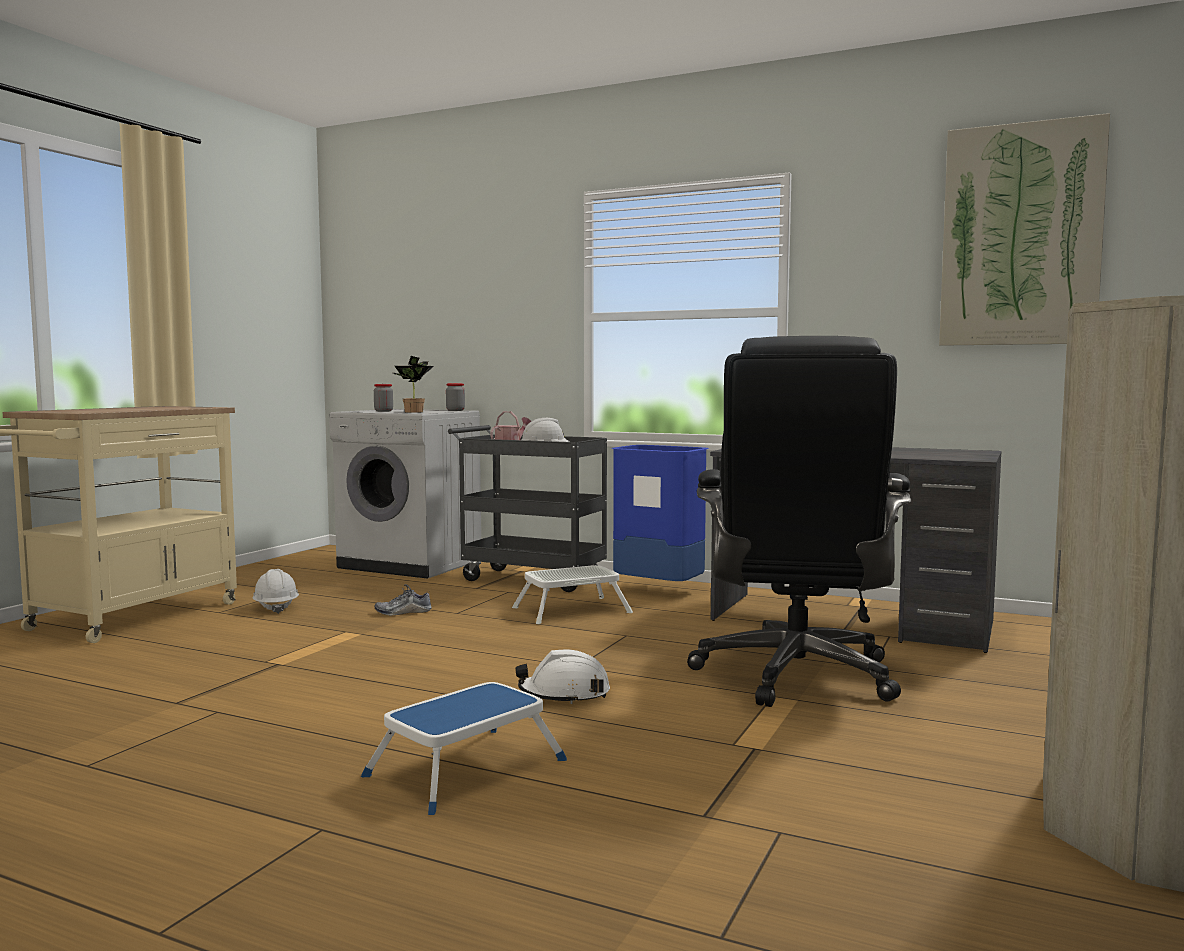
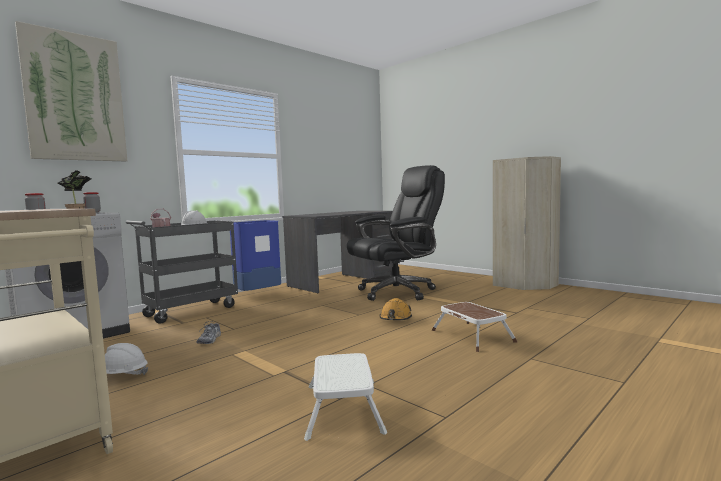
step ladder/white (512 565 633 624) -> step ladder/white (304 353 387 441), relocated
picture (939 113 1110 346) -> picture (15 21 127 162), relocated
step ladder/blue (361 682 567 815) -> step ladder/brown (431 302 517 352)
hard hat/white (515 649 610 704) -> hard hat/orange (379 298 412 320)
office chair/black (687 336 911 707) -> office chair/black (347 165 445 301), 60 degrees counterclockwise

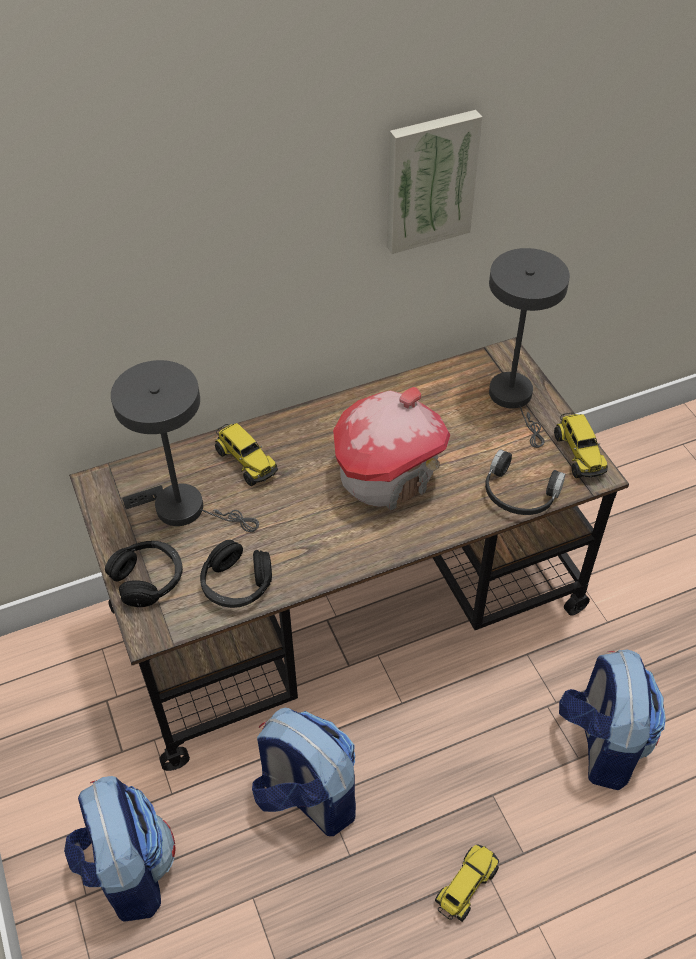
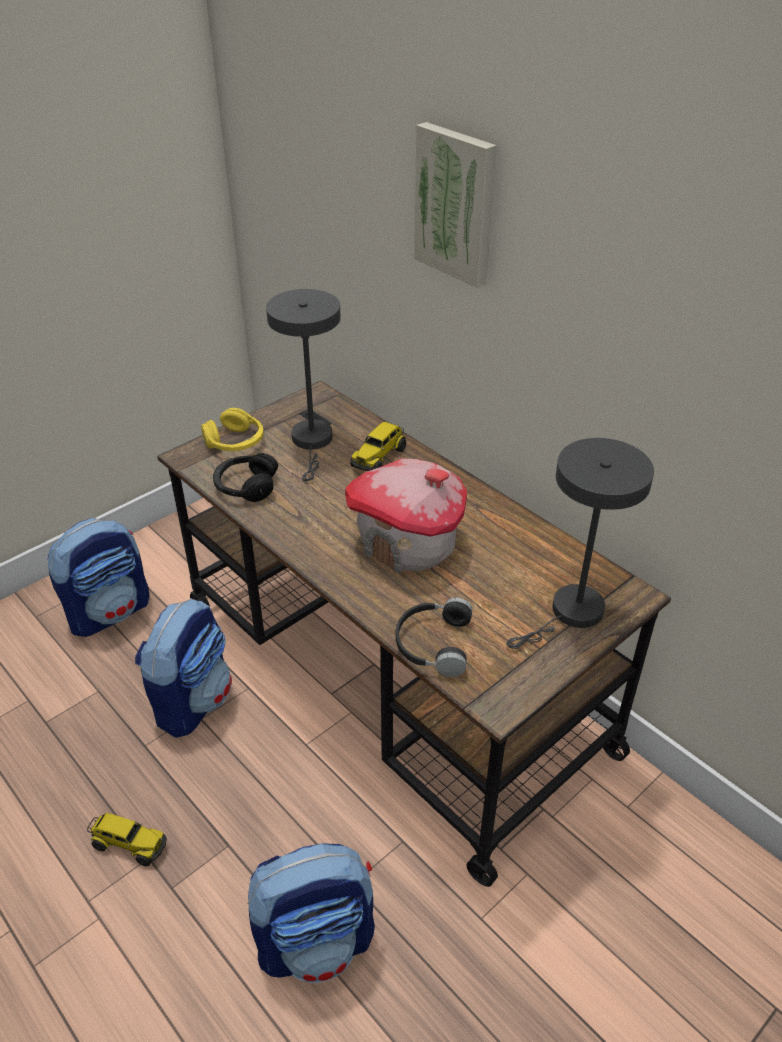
toy truck (554 412 608 478) -> none
picture (387 110 482 254) -> picture (414 122 496 288), relocated
headphones/black (105 541 183 607) -> headphones/yellow (201 408 264 451)

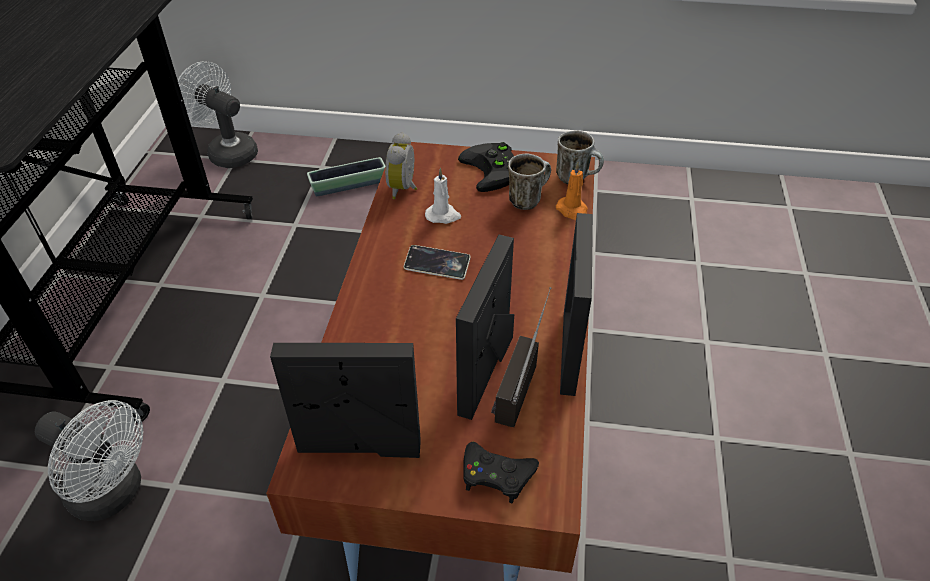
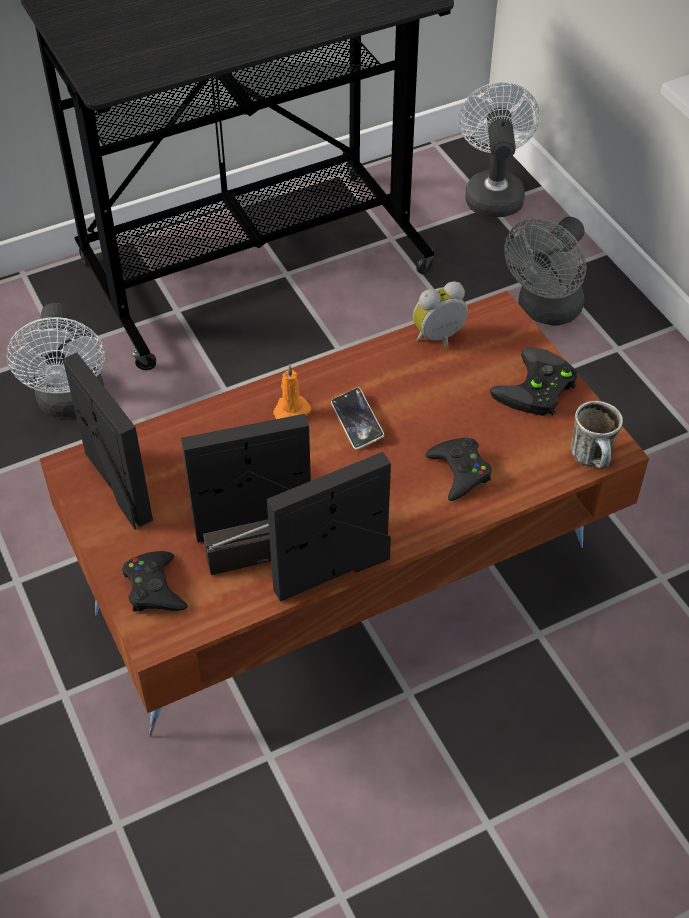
candle/white (425 168 461 224) -> none
mug (508 154 551 210) -> none
none -> game controller/black (426 438 492 501)
candle/orange (556 162 588 220) -> candle/orange (273 364 311 419), relocated
planter (307 157 385 196) -> fan/grey (504 217 586 326)

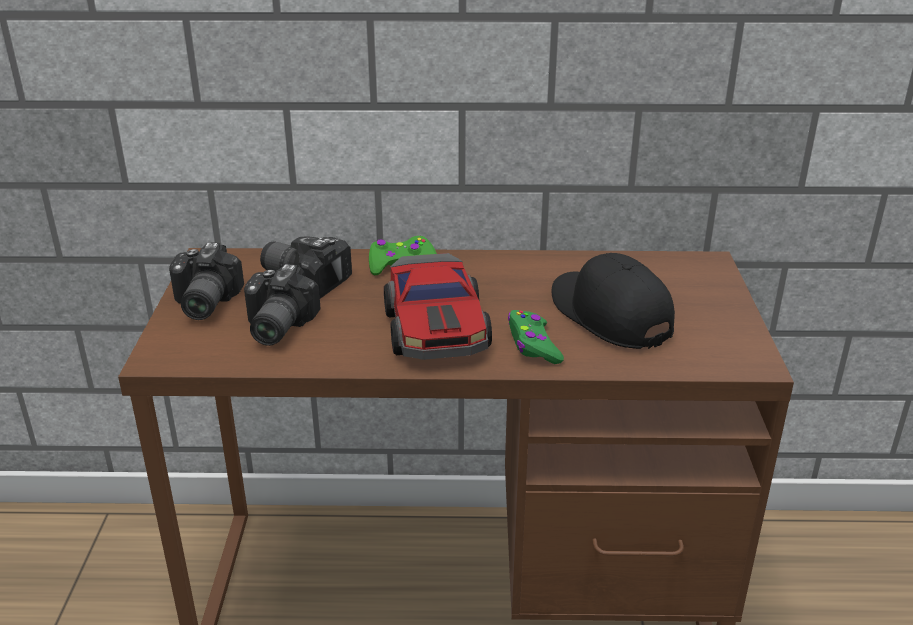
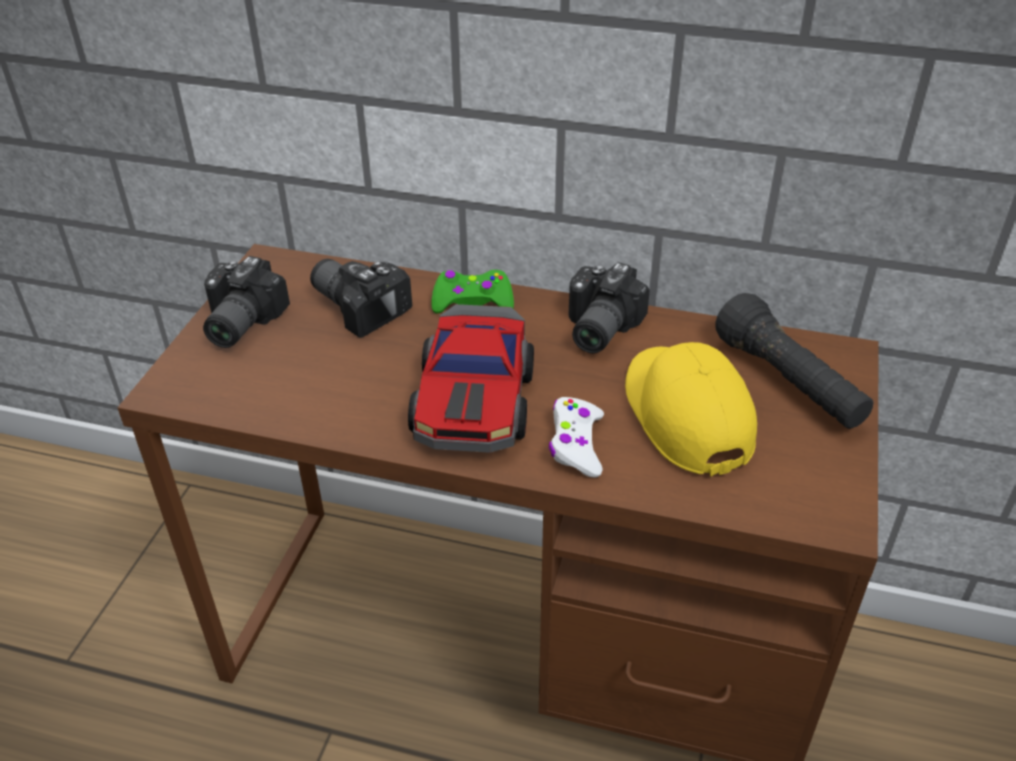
none -> flashlight/black (715 293 873 429)
photo camera (244 264 321 346) -> photo camera (569 262 650 353), relocated
game controller/green (508 310 564 364) -> game controller/white (549 397 604 477)
cap/black (551 253 675 349) -> cap/yellow (625 342 757 477)

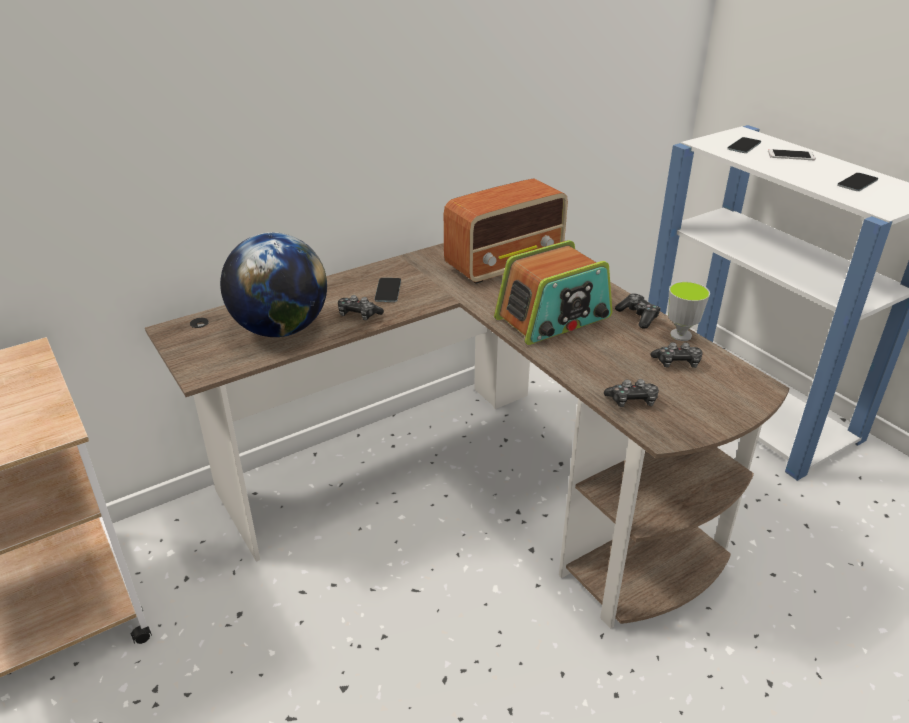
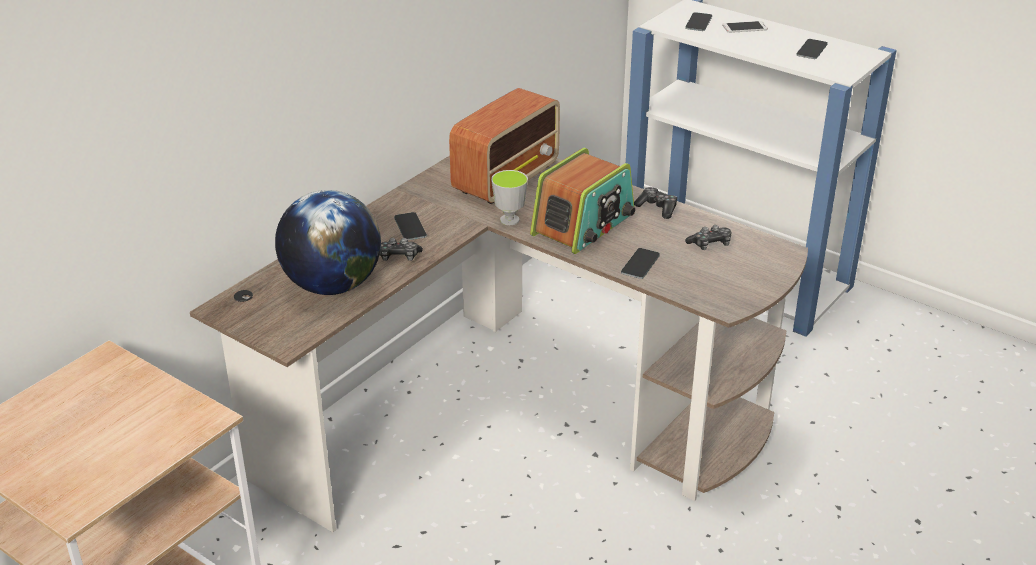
game controller (604 379 659 407) -> none
none -> phone (621 248 660 279)
cup (668 281 710 341) -> cup (491 170 528 225), relocated

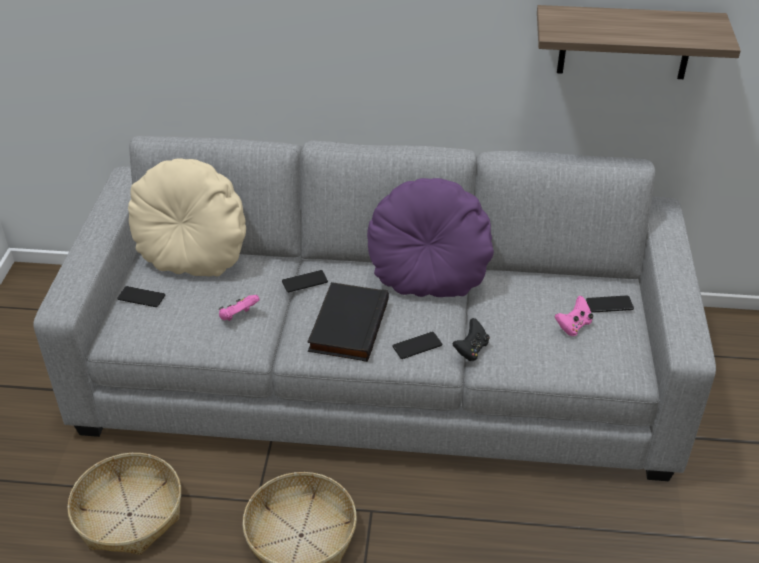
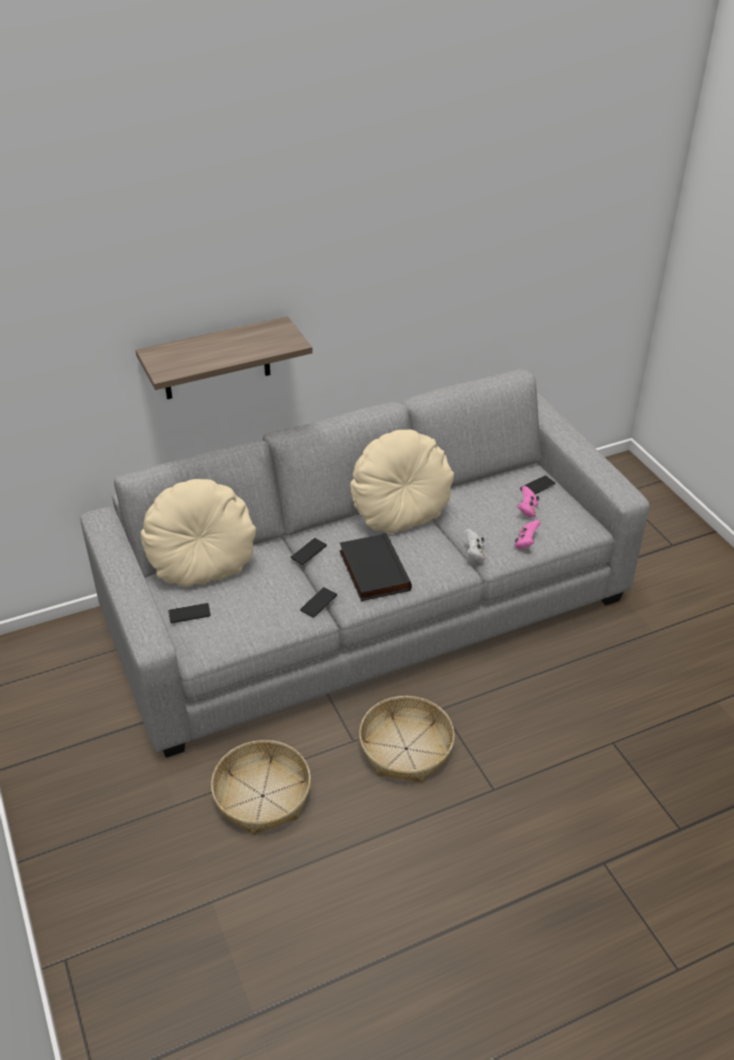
game controller/pink (219 295 260 321) -> game controller/pink (515 520 541 549), relocated
phone (393 332 442 359) -> phone (300 587 337 618), relocated
shelf (537 5 741 79) -> shelf (136 316 313 399), relocated
pillow/purple (367 178 494 297) -> pillow/beige (350 429 454 533)
game controller/black (453 318 490 361) -> game controller/white (464 529 485 561)

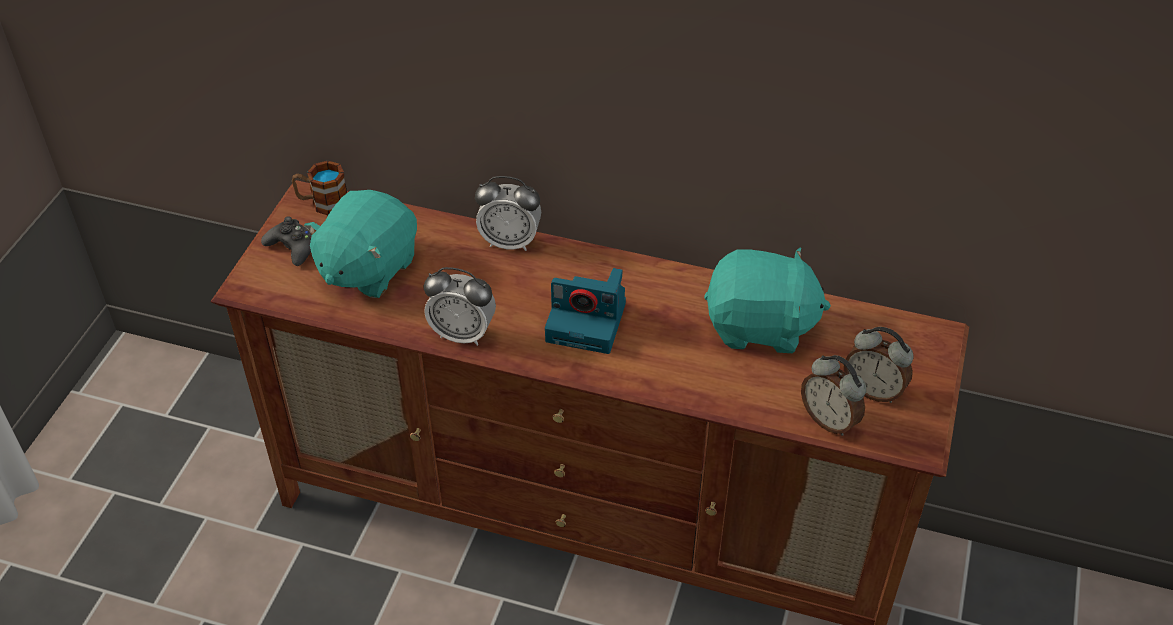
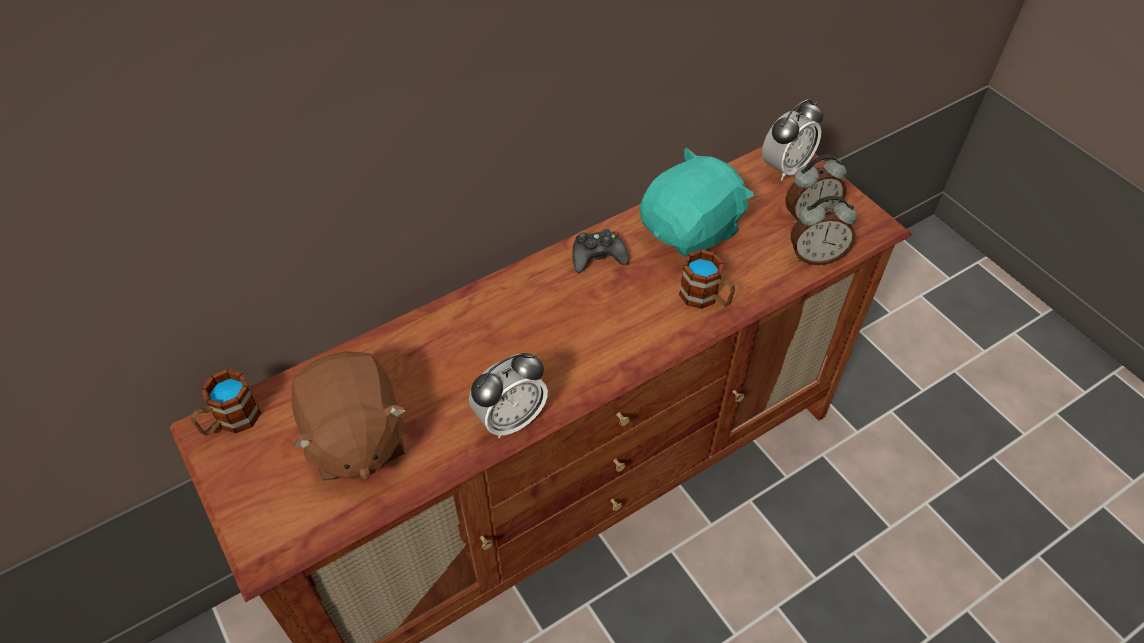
photo camera (545 268 626 354) -> none
none -> mug (679 249 735 309)
game controller/black (261 216 312 266) -> game controller/black (572 229 629 273), relocated
alarm clock (475 176 541 251) -> alarm clock (762 99 823 180), relocated
plush toy/turquoise (304 190 417 298) -> plush toy/brown (292 351 406 481)

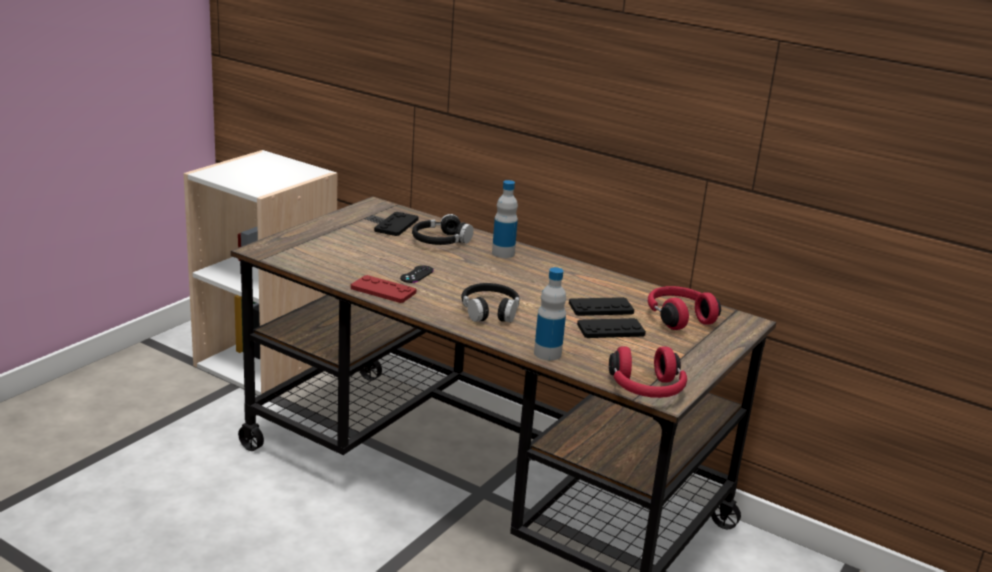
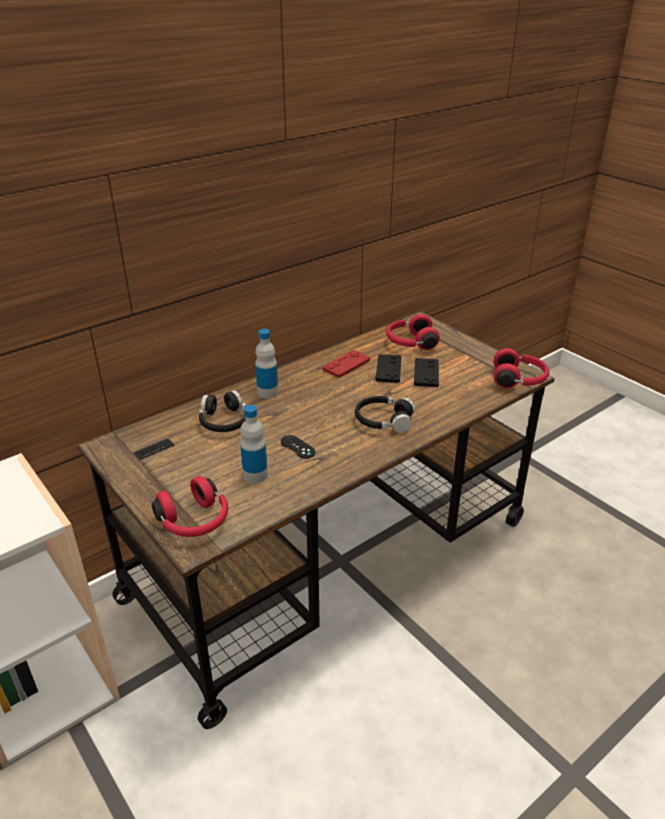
game controller/black (374 212 419 236) -> none
none -> headphones/red (152 476 228 537)
game controller/red (351 275 416 303) -> game controller/red (323 350 370 378), relocated
bottle (534 267 566 361) -> bottle (240 405 268 483), relocated

